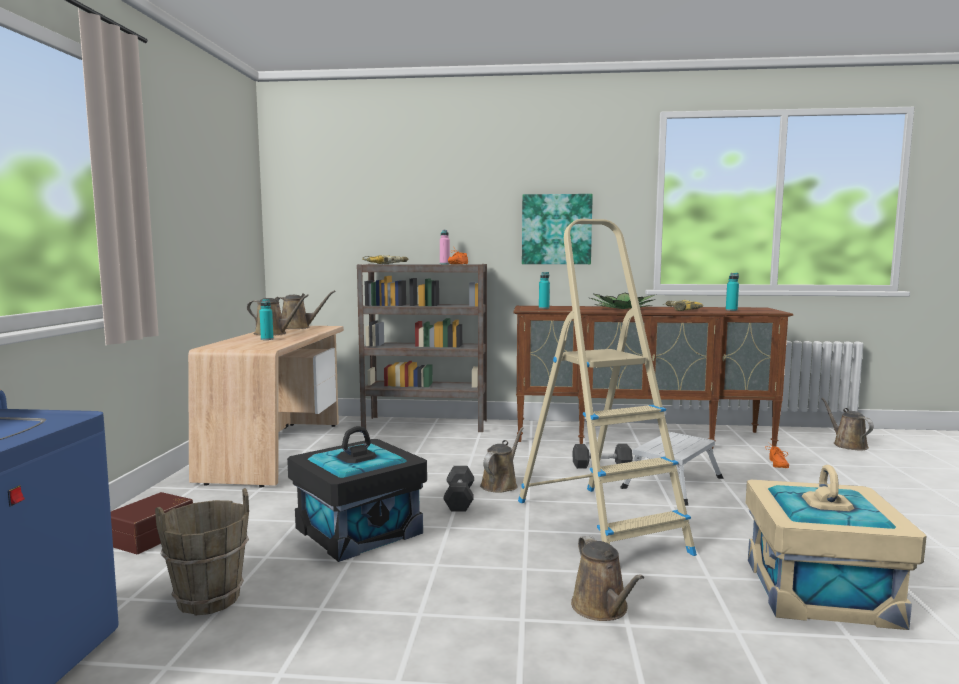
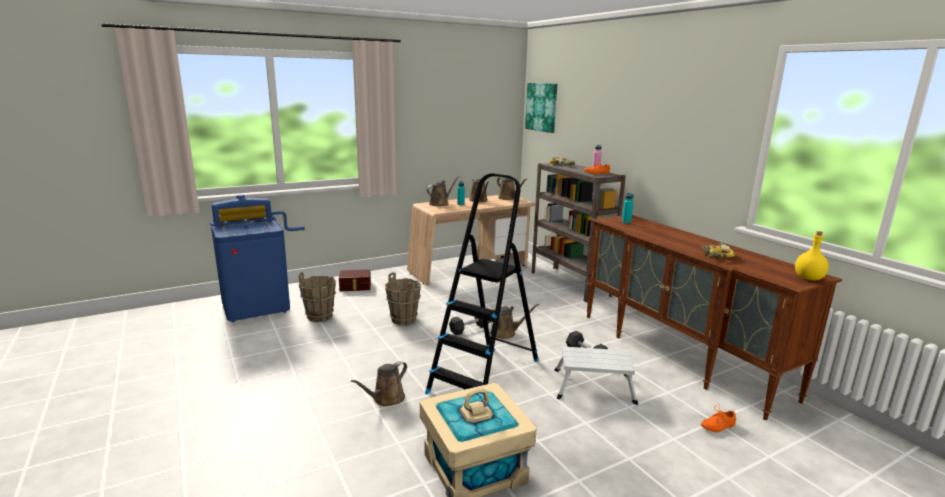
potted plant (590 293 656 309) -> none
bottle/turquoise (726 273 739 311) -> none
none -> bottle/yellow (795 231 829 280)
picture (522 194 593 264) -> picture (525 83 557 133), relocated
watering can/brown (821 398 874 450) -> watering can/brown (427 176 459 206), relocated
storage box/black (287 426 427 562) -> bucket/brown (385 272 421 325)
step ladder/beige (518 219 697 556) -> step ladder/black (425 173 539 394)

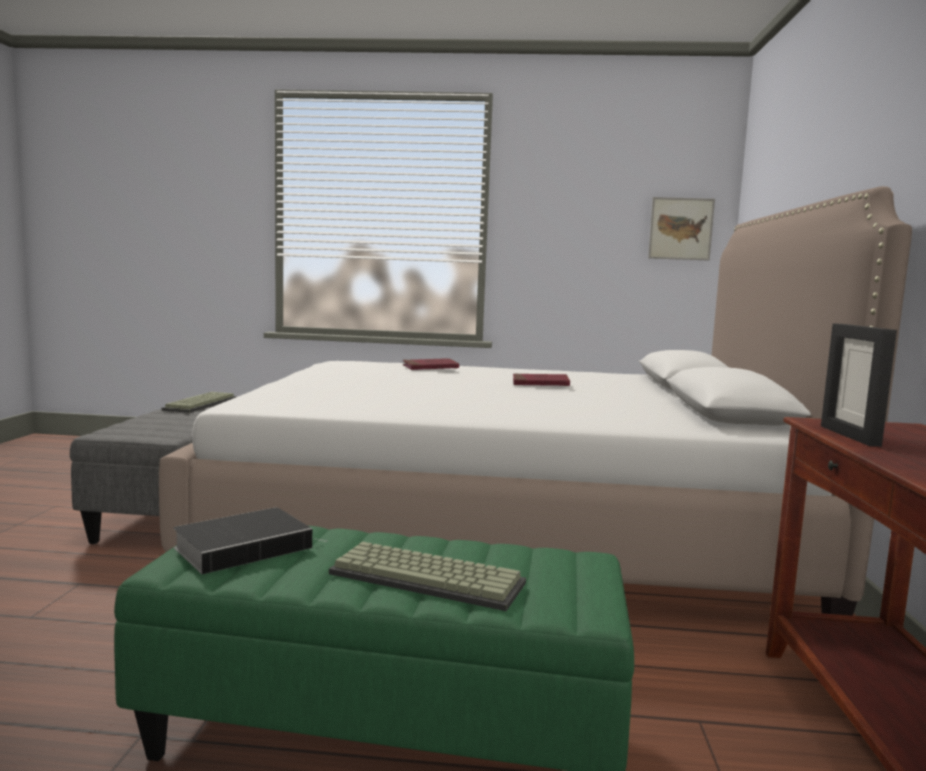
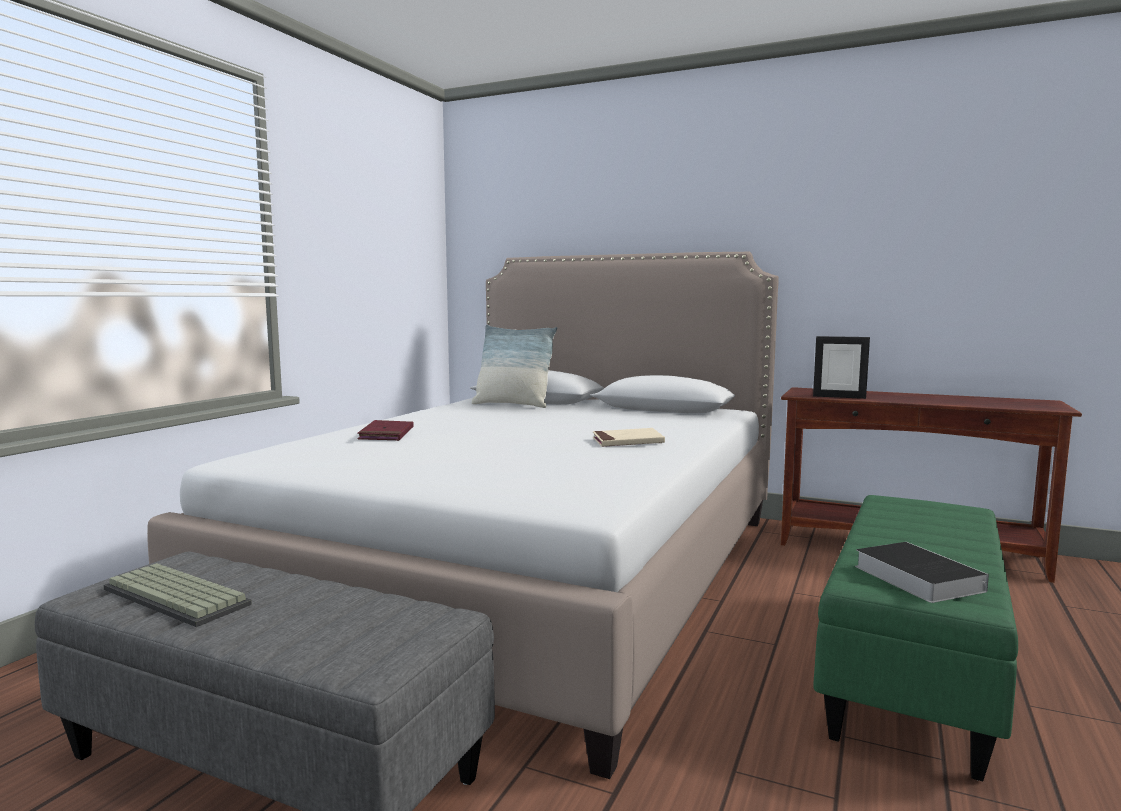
keyboard (329 542 526 611) -> none
book/red (513 373 570 386) -> none
picture (648 197 715 260) -> none
none -> pillow (472 325 557 408)
none -> book/beige (593 428 665 447)

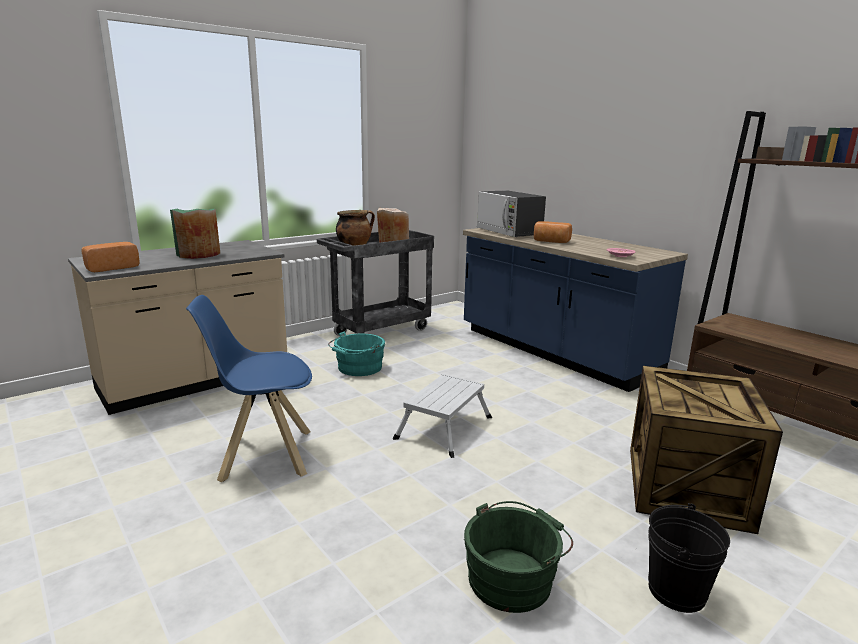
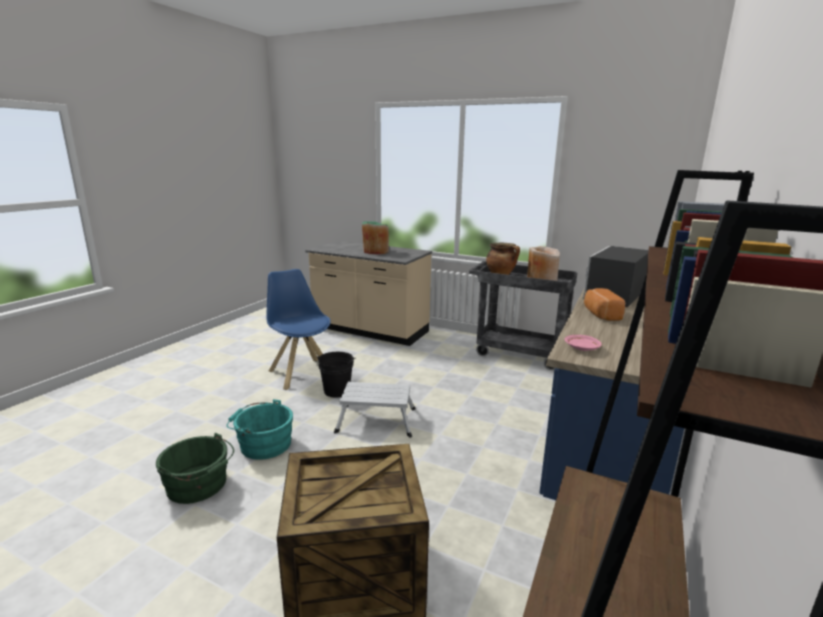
bread (81 242 140 272) -> none
bucket/turquoise (328 331 385 376) -> bucket/turquoise (227 399 293 460), relocated
bucket/black (648 503 730 613) -> bucket/black (317 352 355 398), relocated

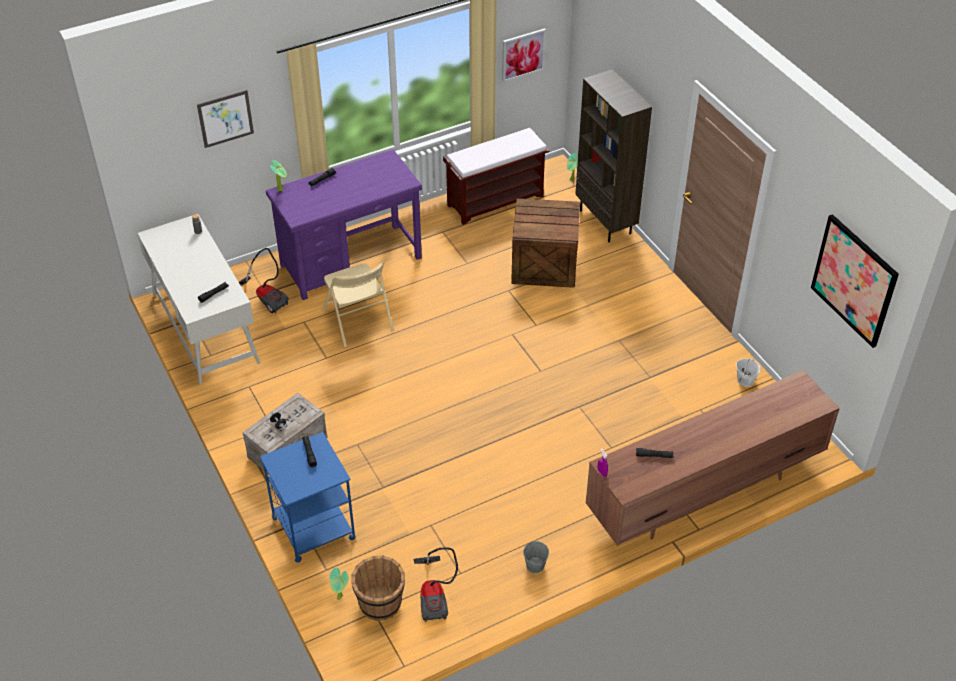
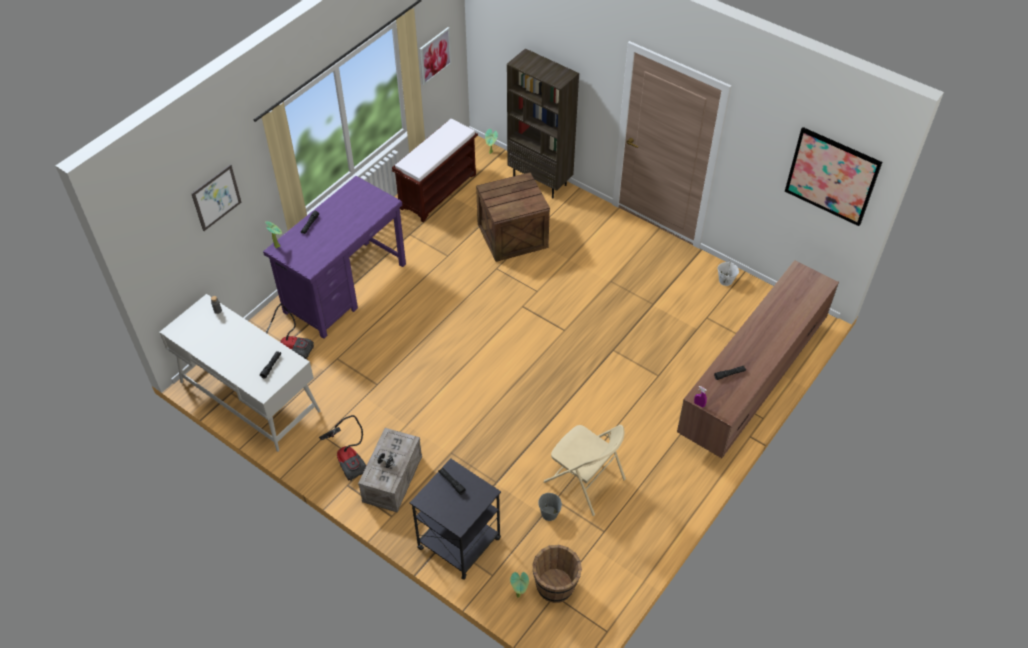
chair/beige (322 262 394 348) -> chair/beige (544 425 626 516), relocated
vacuum cleaner (413 547 458 622) -> vacuum cleaner (319 415 366 481), relocated
bucket/grey (523 541 549 573) -> bucket/grey (538 493 562 521), relocated
cart/blue (260 432 356 563) -> cart/black (410 458 501 580)

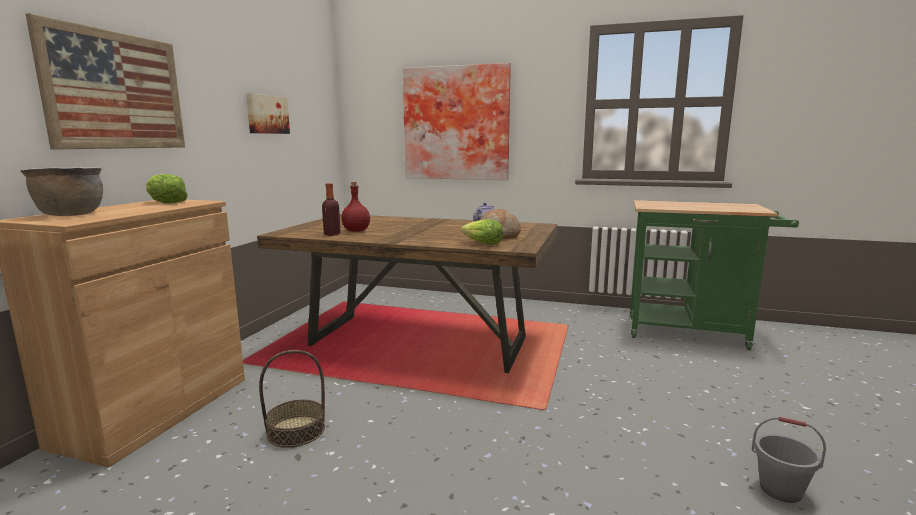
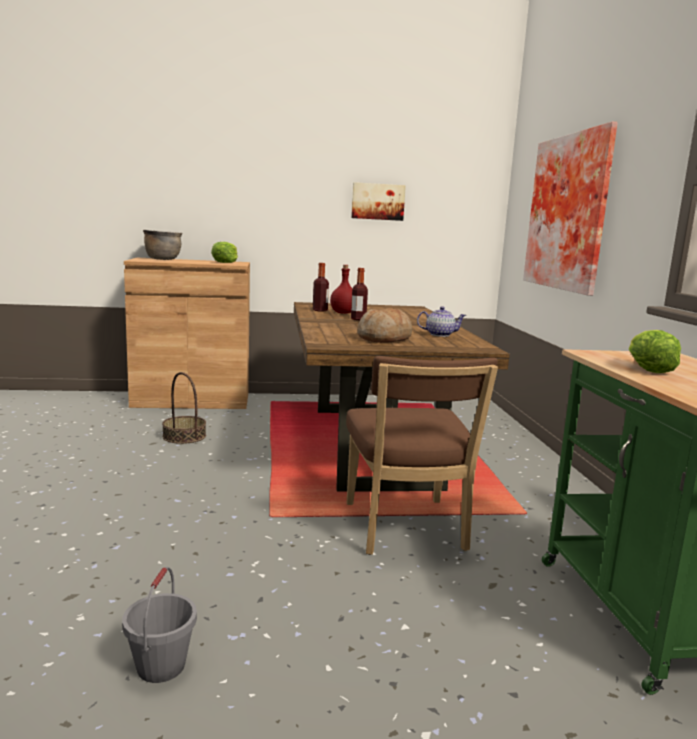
picture (26 13 185 150) -> none
none -> chair/brown (346 356 498 555)
none -> bottle (351 268 368 320)
lettuce (461 219 503 245) -> lettuce (629 330 681 373), relocated

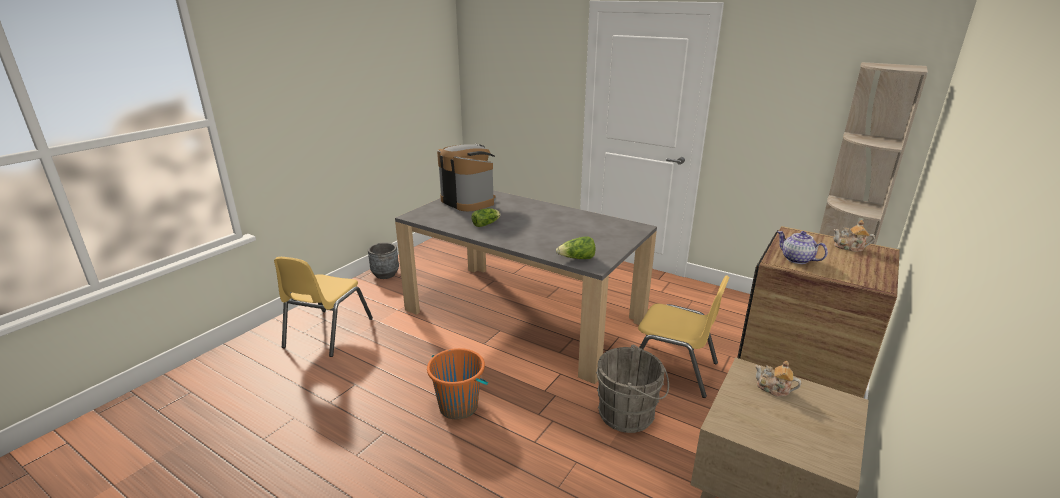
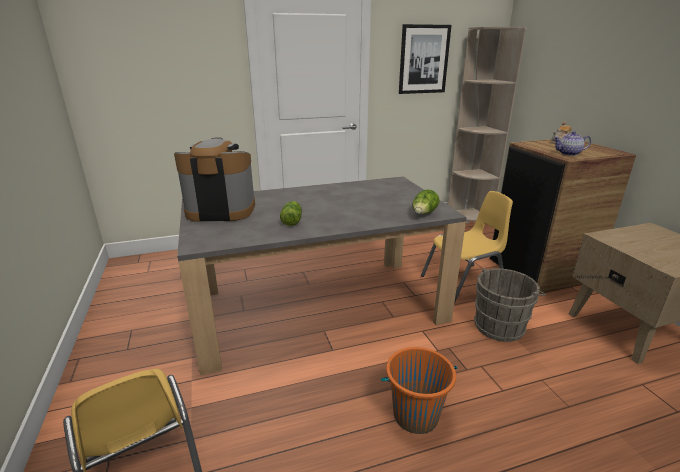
planter/grey (368 243 399 279) -> none
teapot (755 361 801 397) -> none
none -> picture (399 24 451 94)

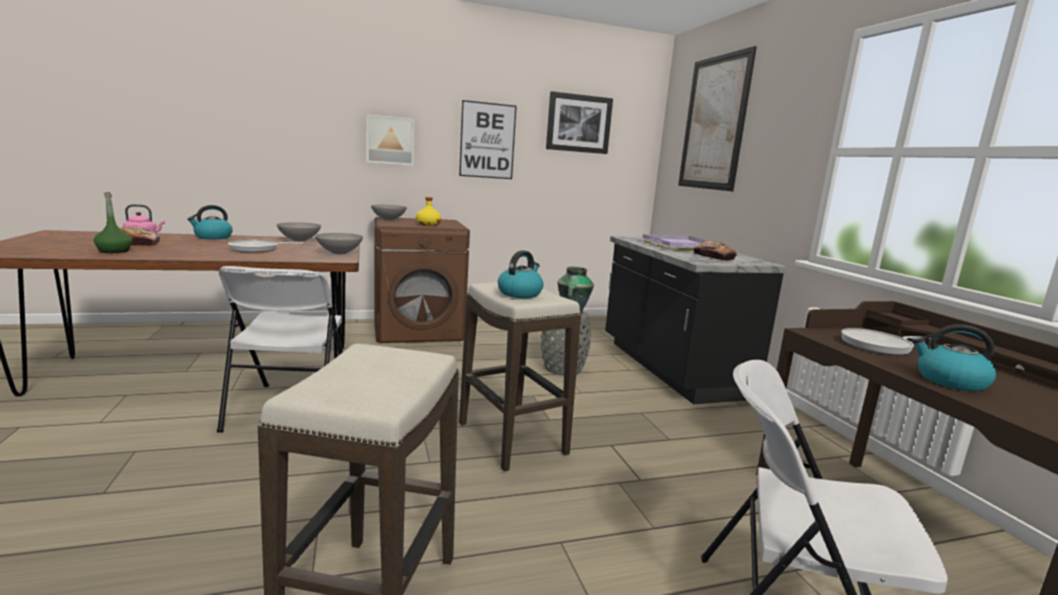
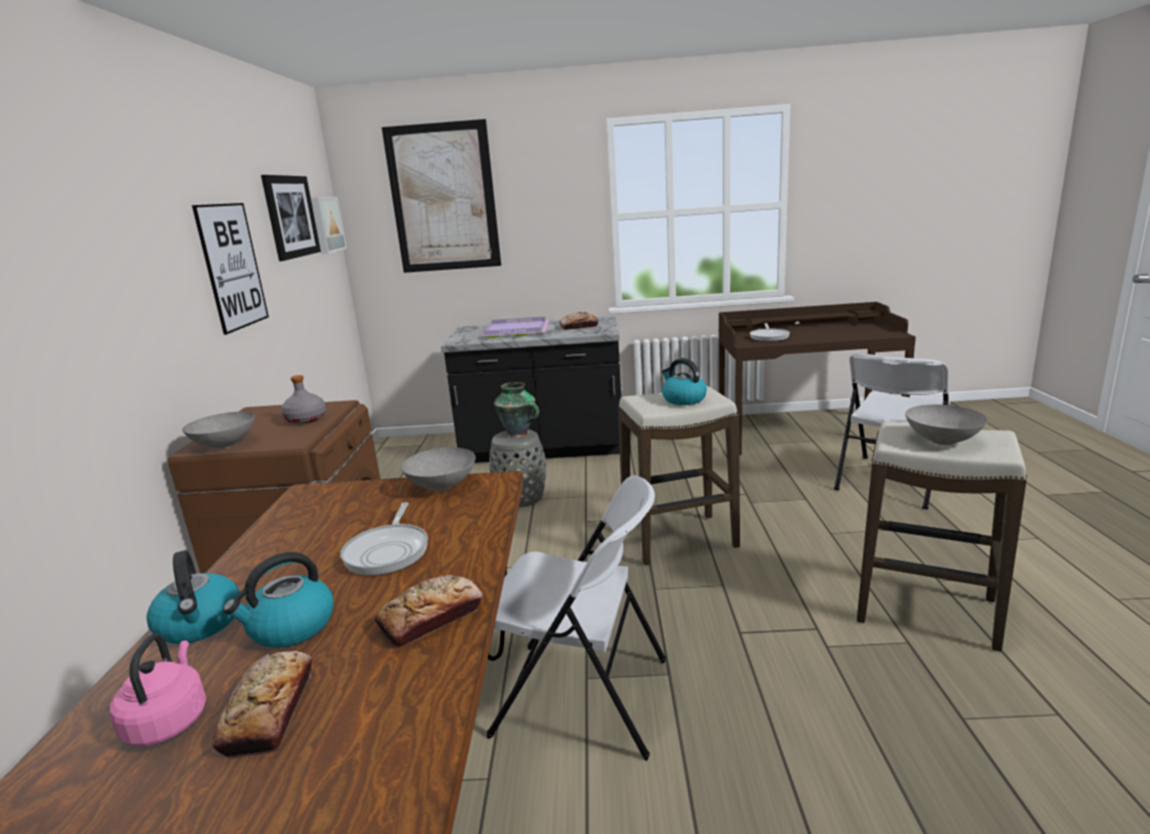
bottle/green (94 192 132 253) -> none
none -> bread (375 575 483 649)
bowl/grey (277 222 321 241) -> bowl/grey (905 405 987 445), relocated
picture (367 114 414 165) -> picture (312 197 347 254), relocated
kettle (912 324 996 391) -> kettle (223 552 333 648), relocated
bottle/yellow (416 197 441 226) -> bottle/grey (281 375 326 424)

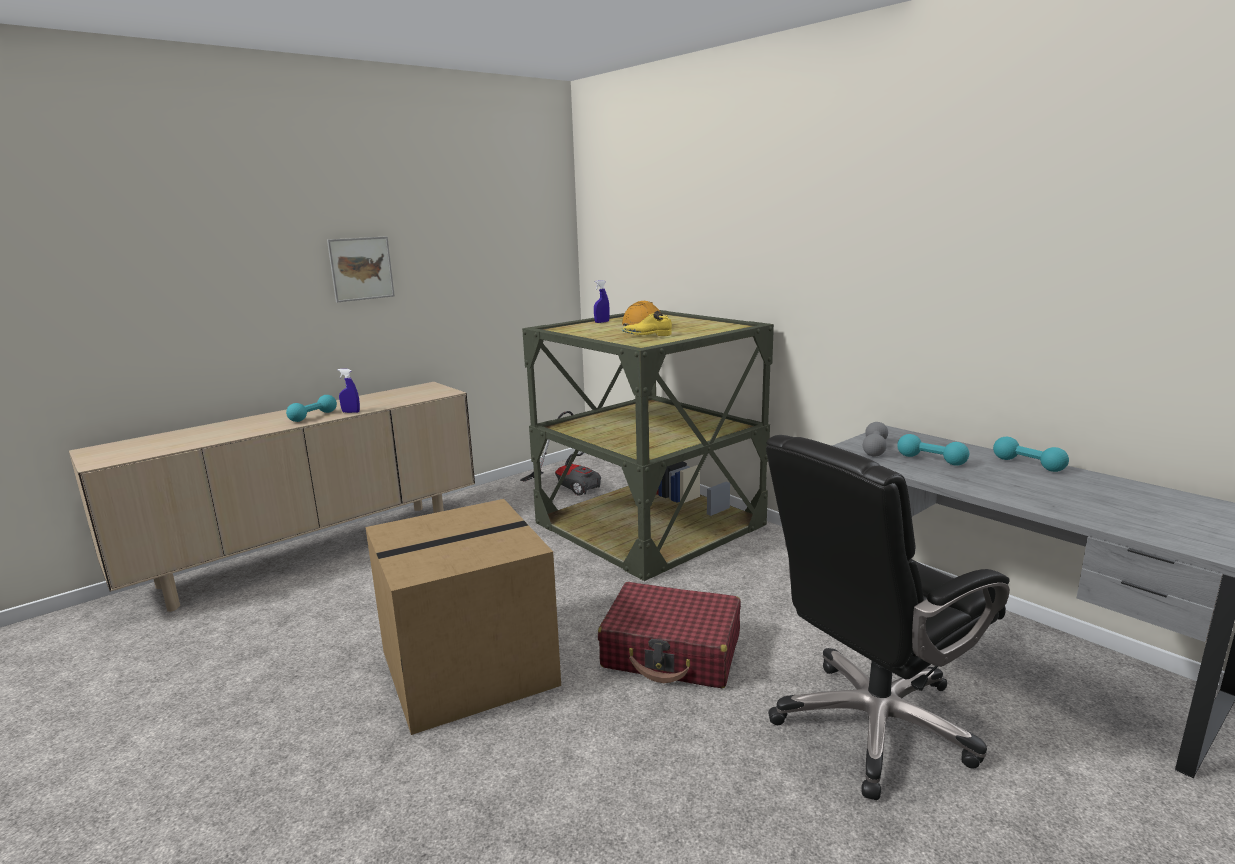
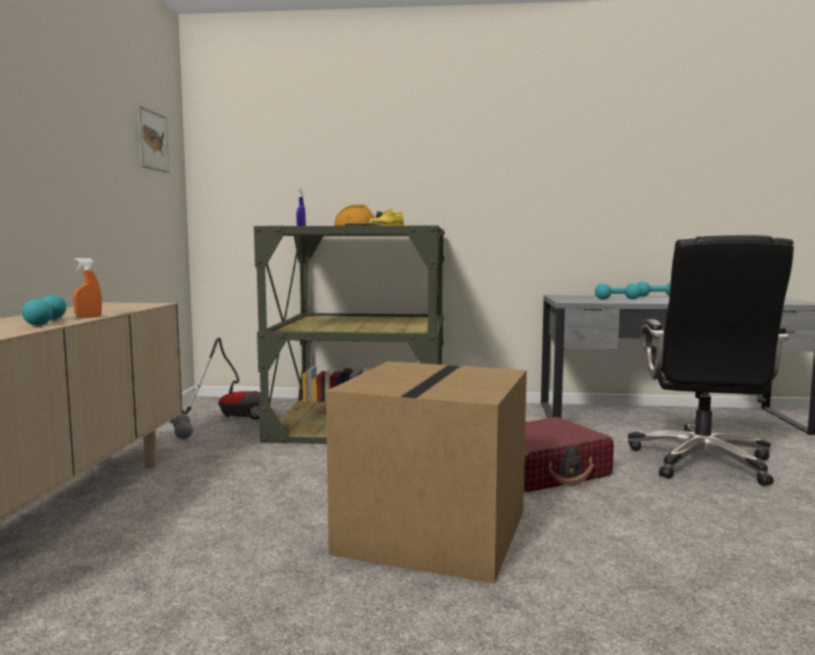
picture (327 236 395 302) -> picture (137 106 169 173), relocated
dumbbell/grey (863 422 888 457) -> dumbbell/grey (173 413 193 439), relocated
spray bottle/blue (337 369 360 413) -> spray bottle/orange (73 258 102 318)

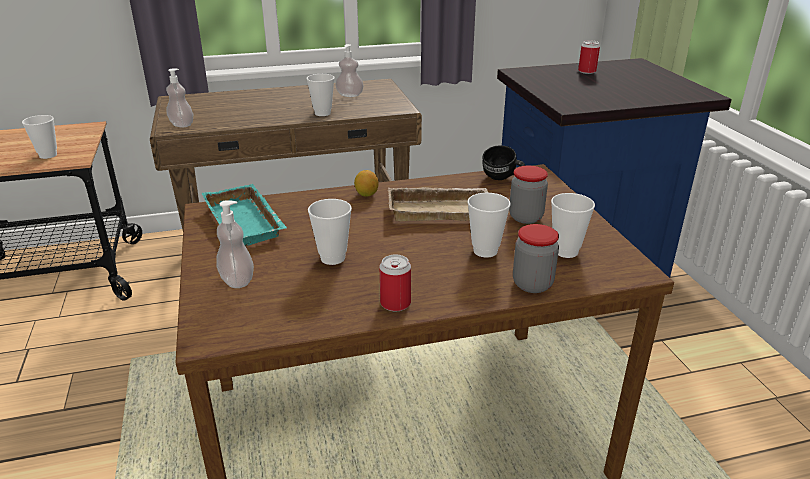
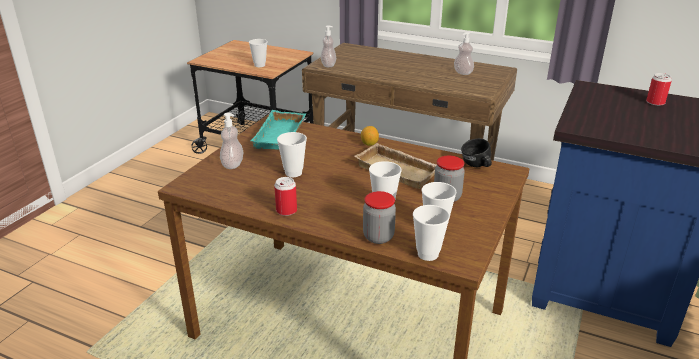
cup (307 74 334 116) -> cup (413 205 450 261), relocated

